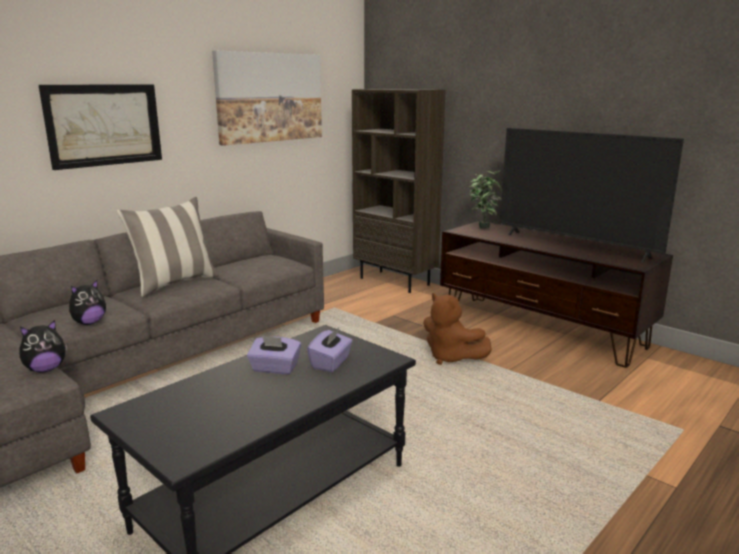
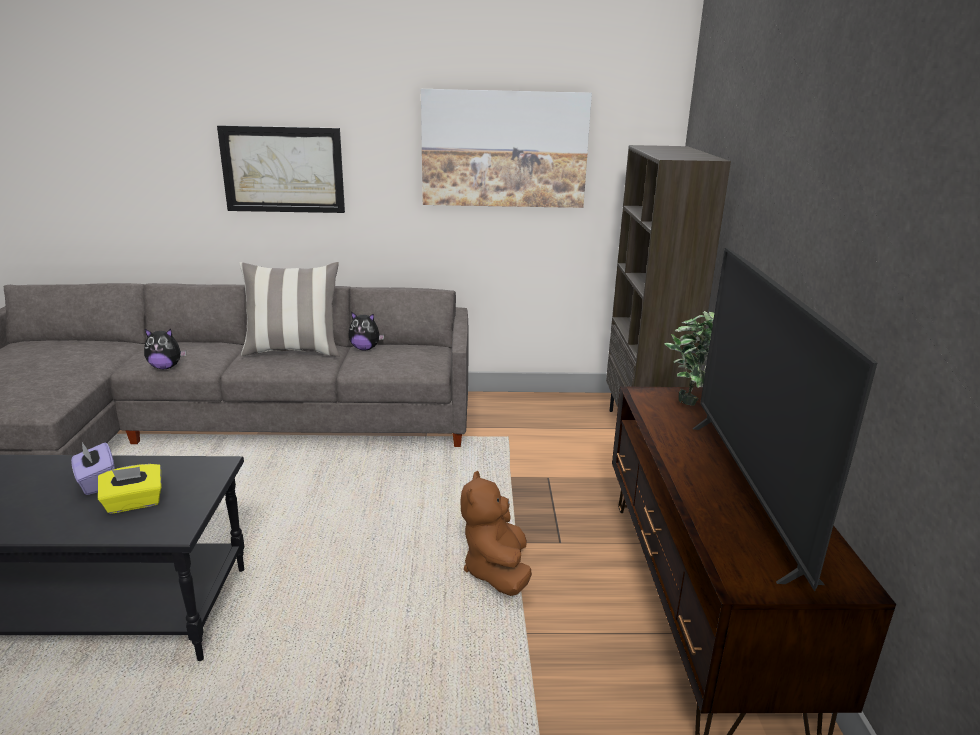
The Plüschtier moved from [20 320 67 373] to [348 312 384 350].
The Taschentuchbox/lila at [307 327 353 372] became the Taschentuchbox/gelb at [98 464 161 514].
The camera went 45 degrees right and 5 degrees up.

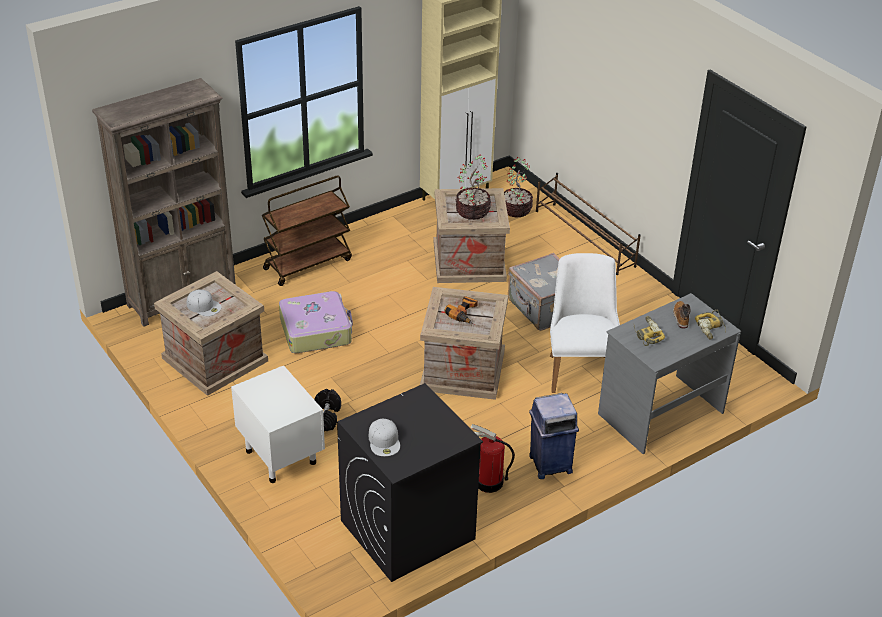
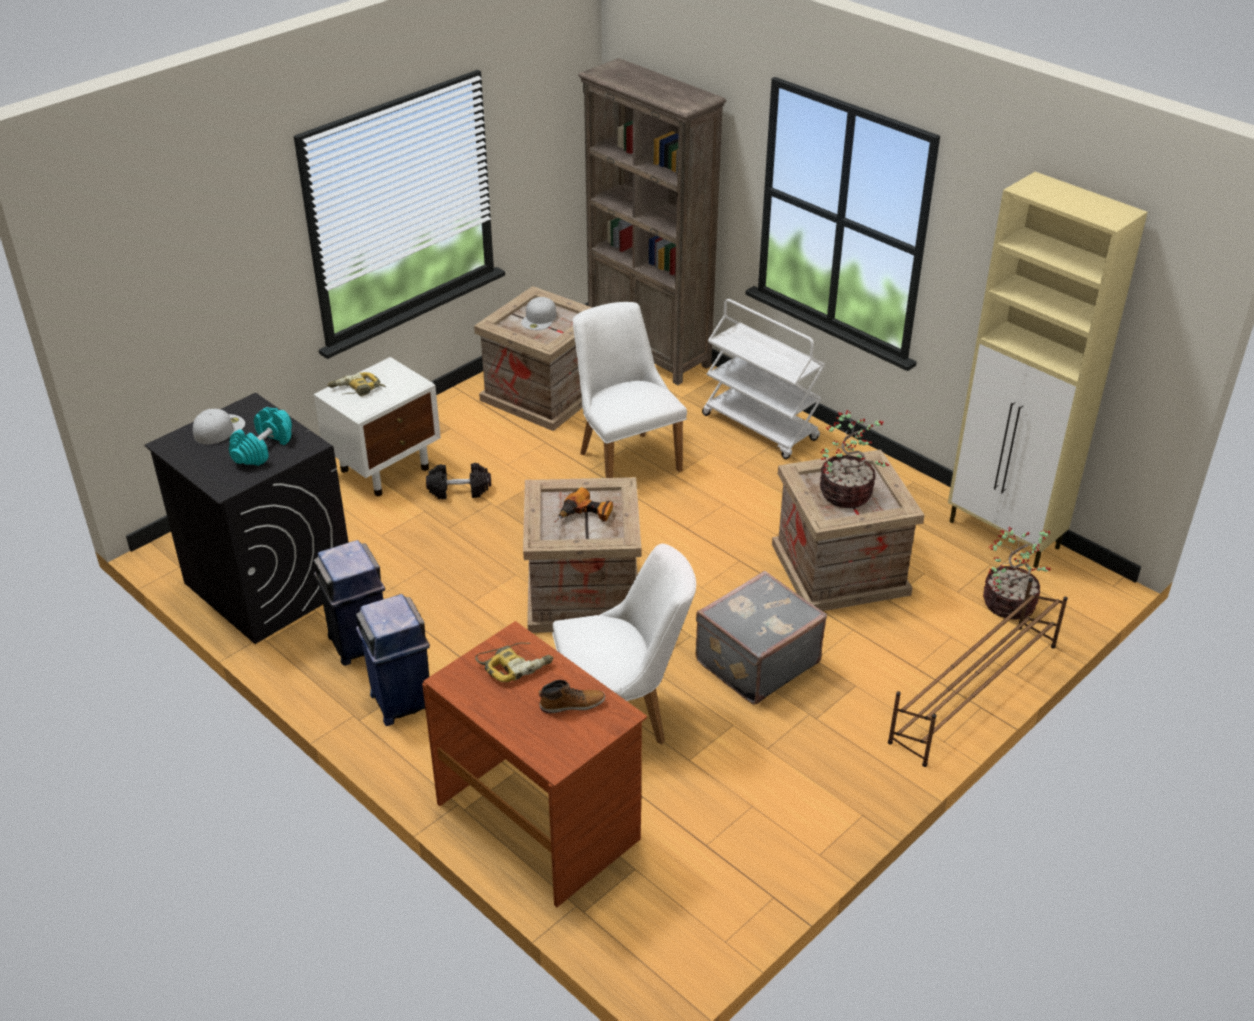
The Rollwagen/braun at [262 175 352 286] became the Rollwagen/weiß at [702 299 825 459].
The Koffer at [279 291 353 353] was replaced by the Stuhl/weiß at [573 302 687 478].
The Schreibtisch/grau at [598 293 741 454] became the Schreibtisch/braun at [422 621 647 907].
The Bohrmaschine moved from [695 310 726 340] to [328 372 386 396].
The Kappe/weiß at [369 419 400 456] turned 150 degrees clockwise.
The Feuerlöscher at [470 424 515 493] was replaced by the Mülleimer/blau at [314 540 385 666].
The Hantel/türkis at [229 407 292 466] appeared.
The camera went 80 degrees right and 0 degrees up.

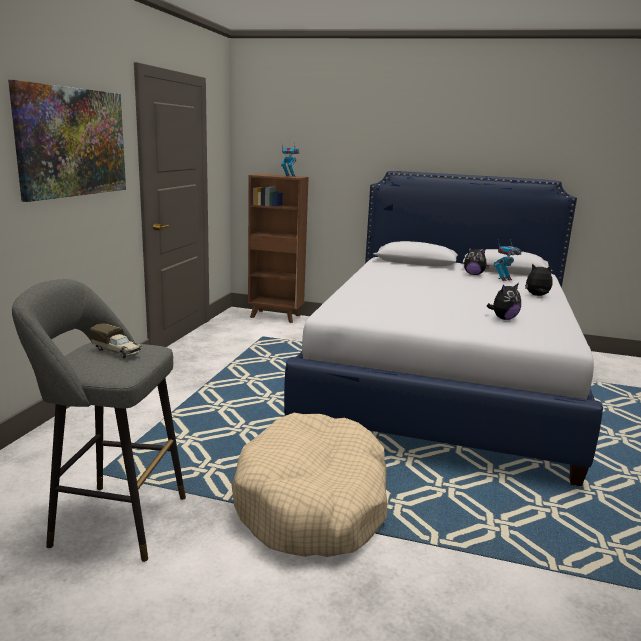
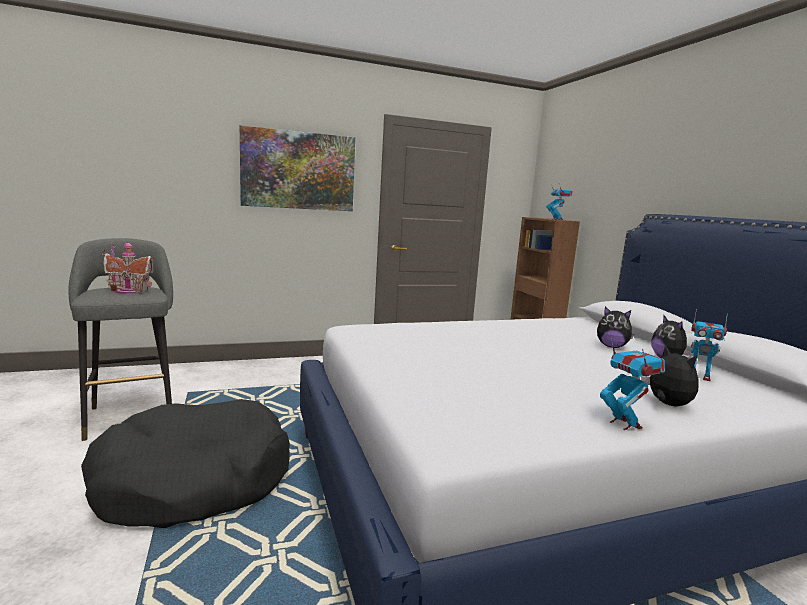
The Plüschtier moved from [487 283 521 320] to [597 307 634 348].
The Spielzeuglaster at [90 324 142 358] was replaced by the Spielzeughaus at [102 240 155 294].
The Hundebett/beige at [232 413 387 557] became the Hundebett/schwarz at [81 399 290 528].
The Spielzeugroboter at [600 338 665 430] appeared.
The camera went 55 degrees right and 5 degrees down.

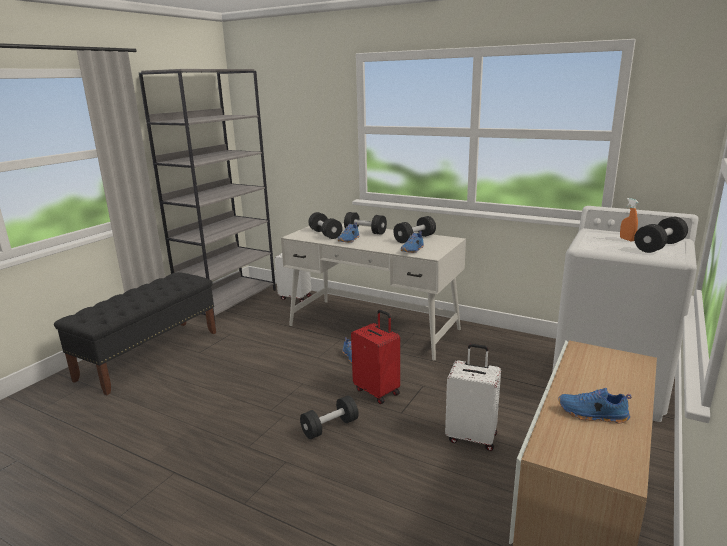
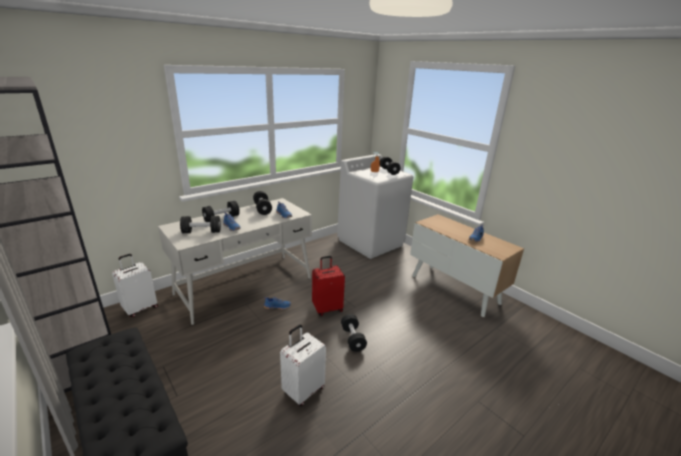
The Koffer/weiß moved from [445 344 501 451] to [280 324 326 406].
The camera went 70 degrees left and 5 degrees up.

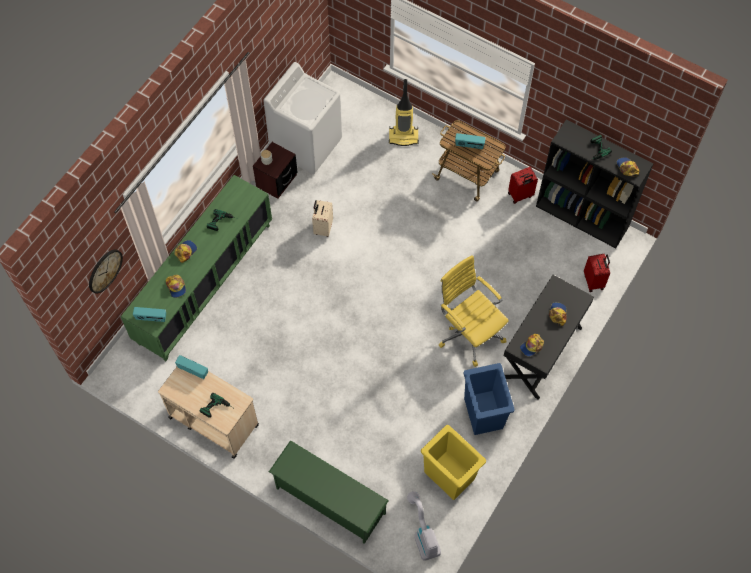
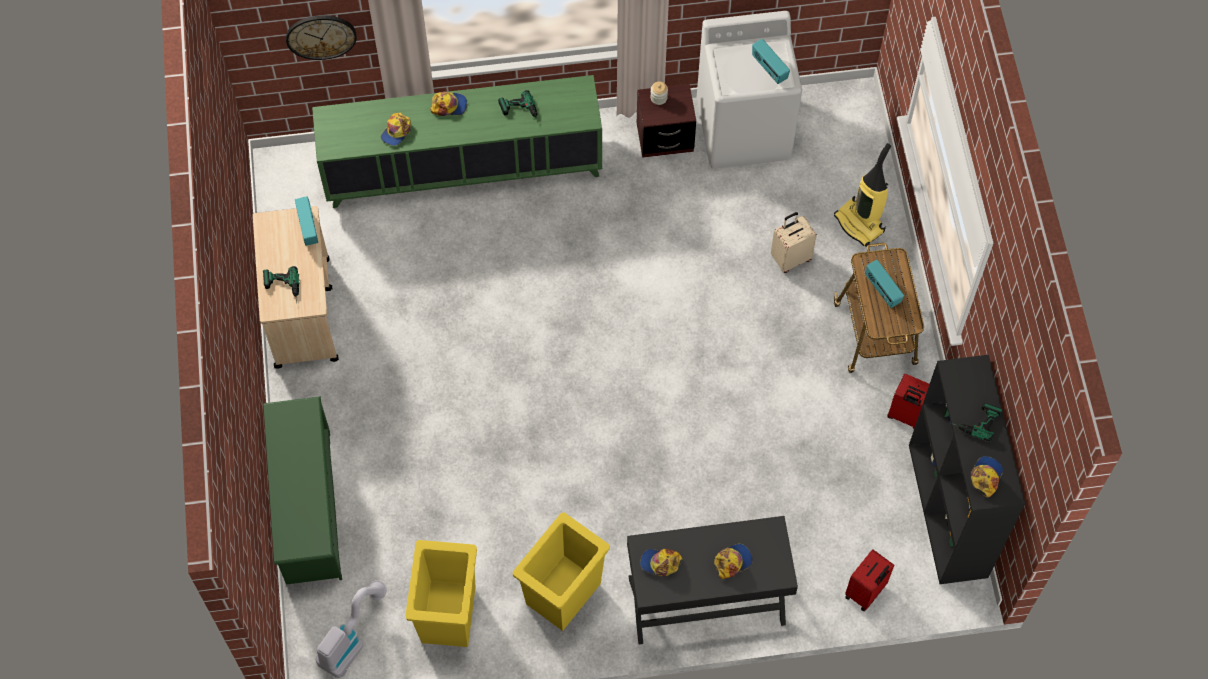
The Koffer/beige moved from [312 200 333 237] to [771 212 817 273].
The Bürostuhl/gelb at [438 255 509 367] disappeared.
The Radio moved from [133 307 166 322] to [752 39 790 84].
The Mülleimer/blau at [464 363 515 435] became the Mülleimer/gelb at [513 512 610 631].
The camera went 50 degrees right and 0 degrees up.

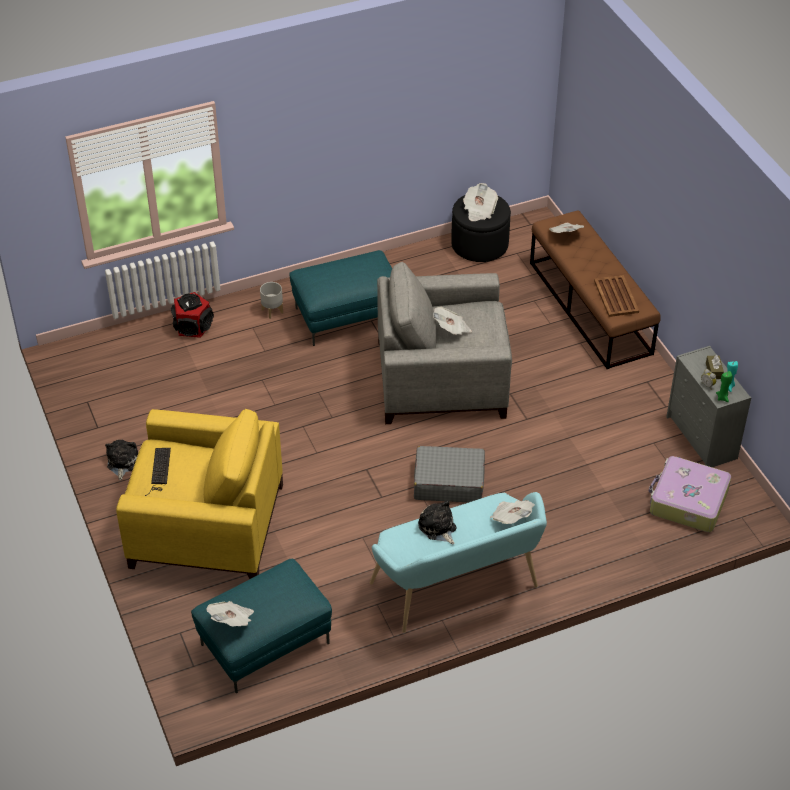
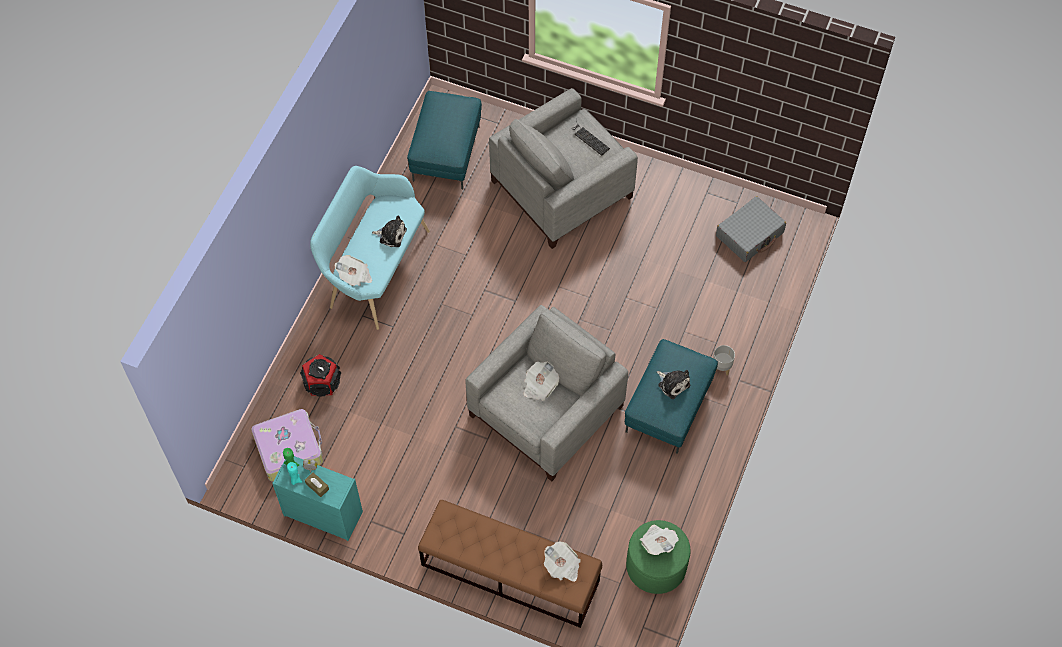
The Polsterhocker/schwarz at [451 195 511 262] became the Polsterhocker/grün at [626 520 690 594].
The Tablett/braun at [594 275 639 317] disappeared.
The Lautsprecher moved from [171 292 214 338] to [300 354 341 397].
The Kommode/grau at [666 346 752 467] became the Kommode/türkis at [272 456 363 541].
The Sessel/gelb at [116 409 283 579] became the Sessel/grau at [489 88 638 249].
The Plüschtier moved from [105 440 138 480] to [657 370 690 399].
The Koffer/grau moved from [414 446 485 502] to [716 196 786 262].
The Zeitung at [206 601 254 627] disappeared.
The camera went 135 degrees right and 15 degrees up.

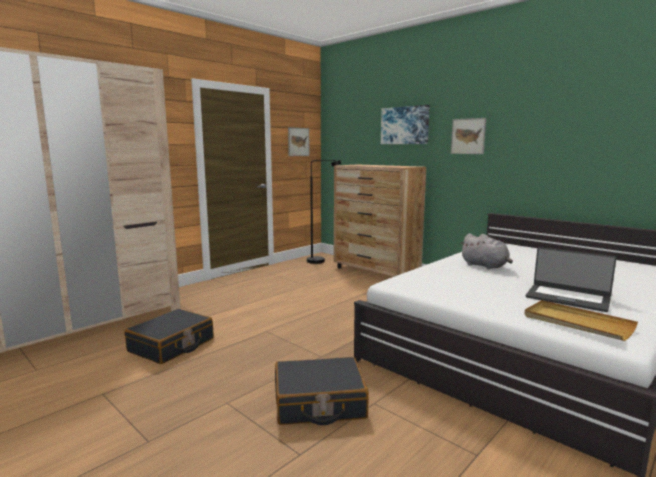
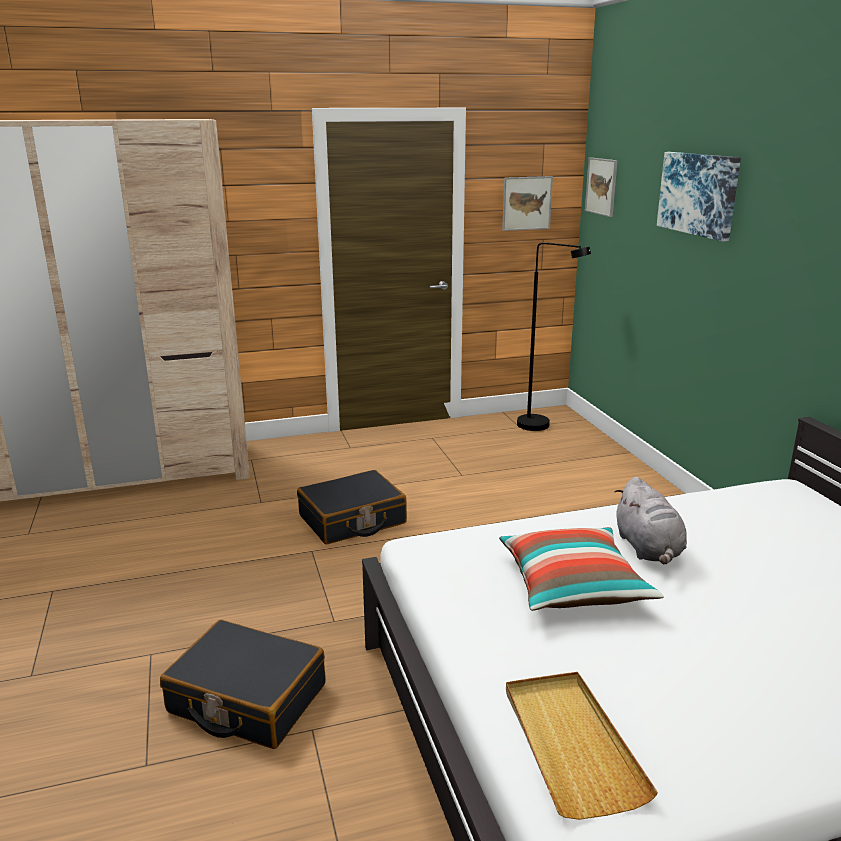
The Bild moved from [451 118 486 154] to [585 157 617 217].
The Kommode/braun at [334 165 426 277] disappeared.
The Laptop at [526 247 617 312] disappeared.
The Koffer/schwarz moved from [124 309 214 364] to [297 470 407 544].
The Kissen at [499 527 664 611] appeared.
The camera went 30 degrees right and 10 degrees up.

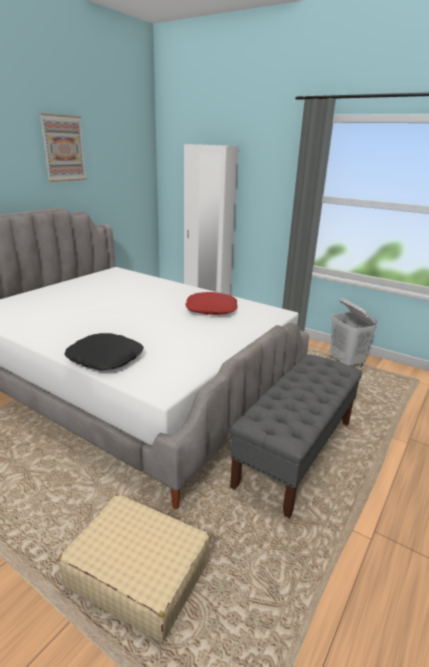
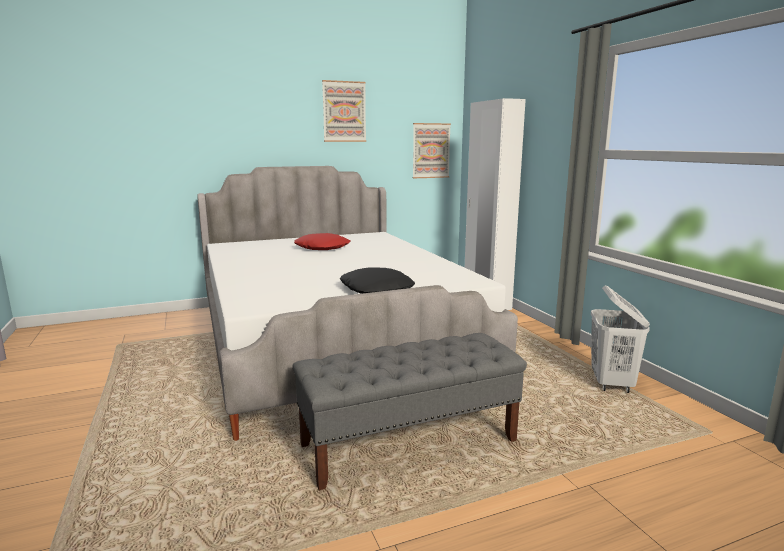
The Kissen/rot moved from [186 292 237 315] to [294 233 351 250].
The Kissen/schwarz moved from [65 333 144 370] to [340 268 415 294].
The Koffer/beige at [58 494 210 642] disappeared.
The Bild at [413 123 451 178] appeared.
The camera went 35 degrees right and 10 degrees down.

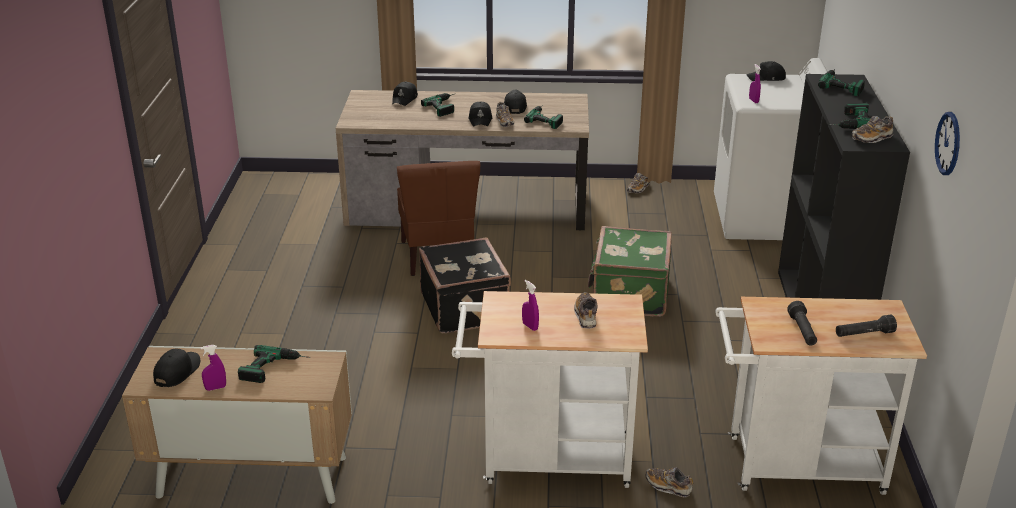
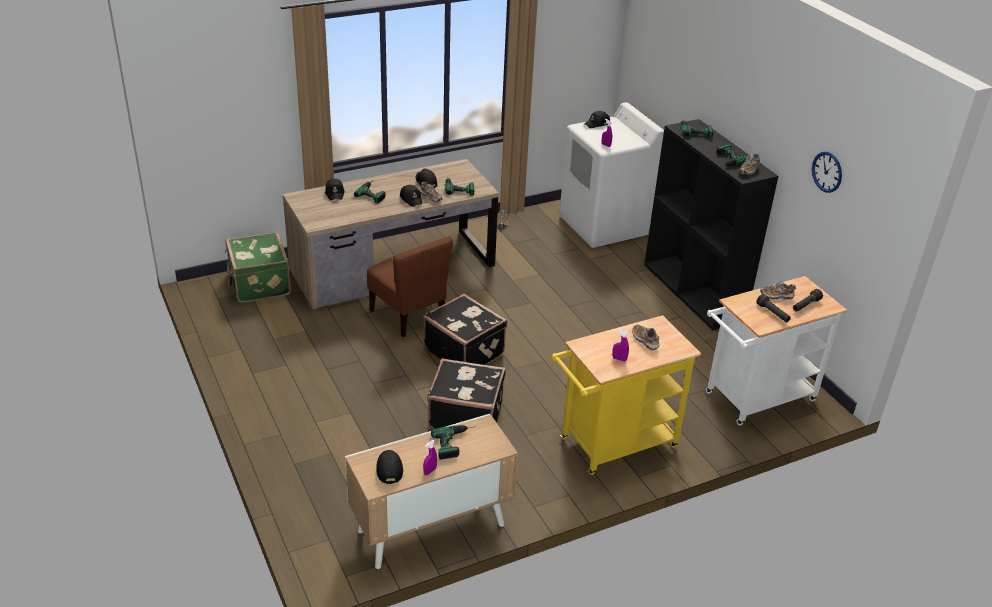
The Koffer/grün moved from [588 226 672 317] to [225 232 291 303].
The Rollwagen/weiß at [452 291 648 488] became the Rollwagen/gelb at [551 315 701 475].
The Schuh moved from [646 467 694 497] to [760 281 796 300].
The Koffer/schwarz at [427 358 506 431] appeared.
The camera went 30 degrees left and 5 degrees up.

